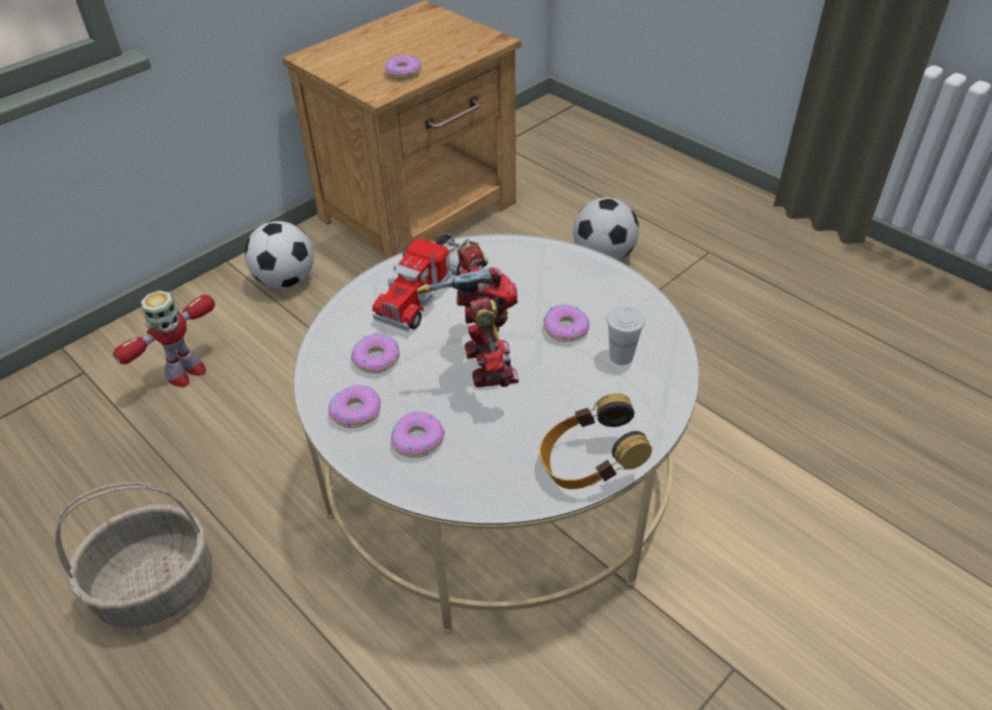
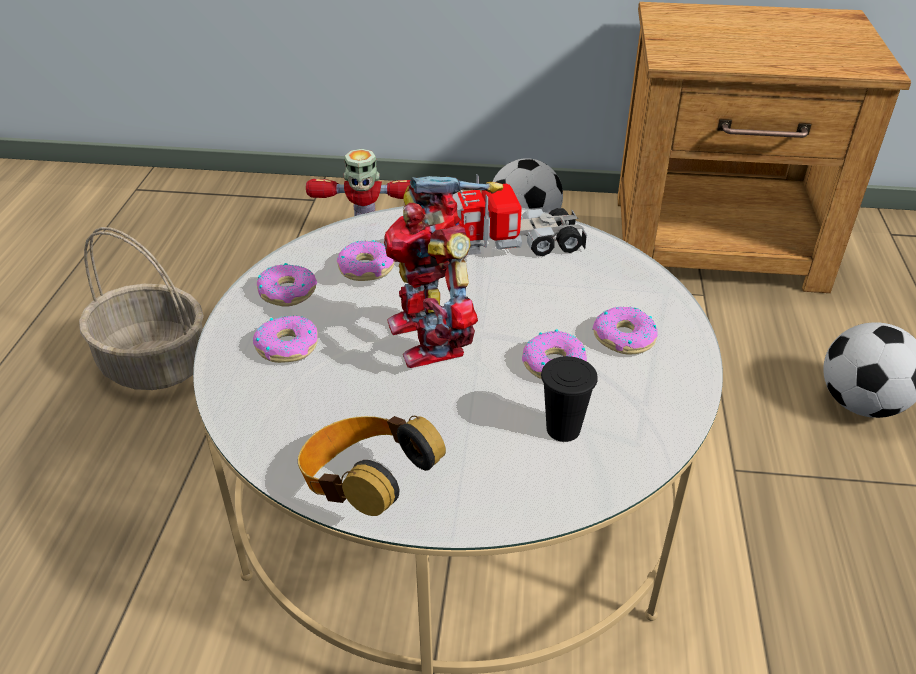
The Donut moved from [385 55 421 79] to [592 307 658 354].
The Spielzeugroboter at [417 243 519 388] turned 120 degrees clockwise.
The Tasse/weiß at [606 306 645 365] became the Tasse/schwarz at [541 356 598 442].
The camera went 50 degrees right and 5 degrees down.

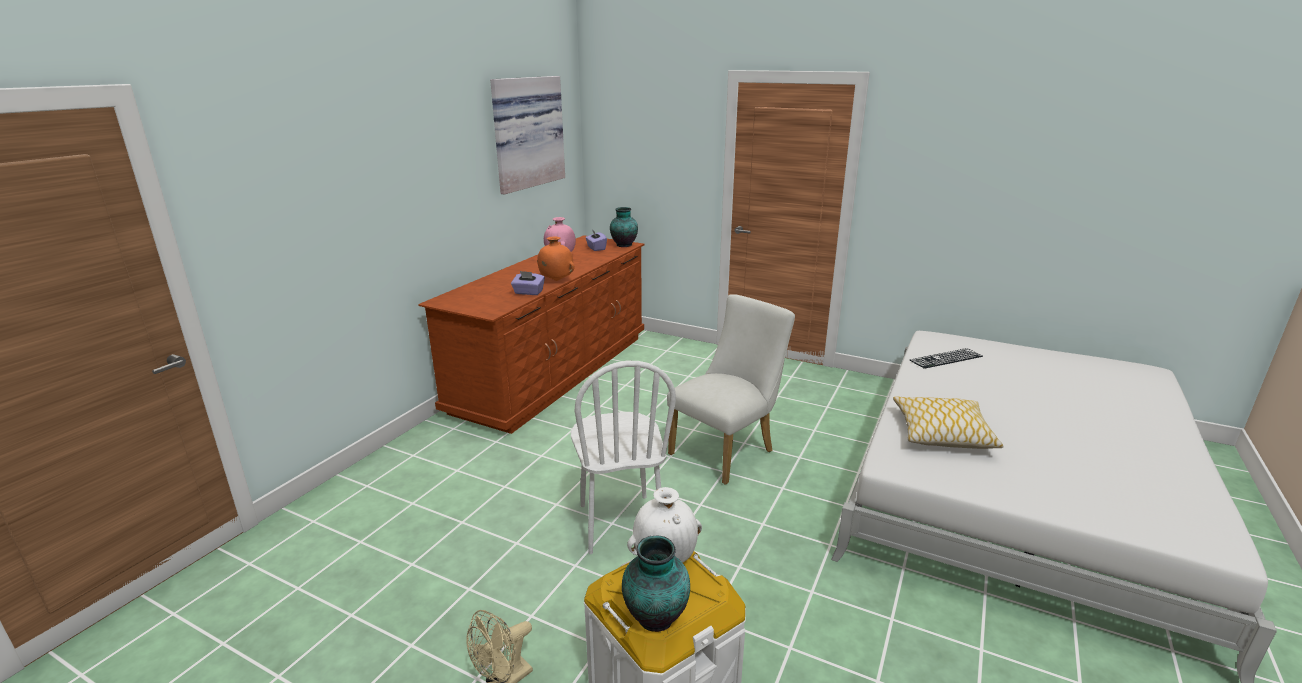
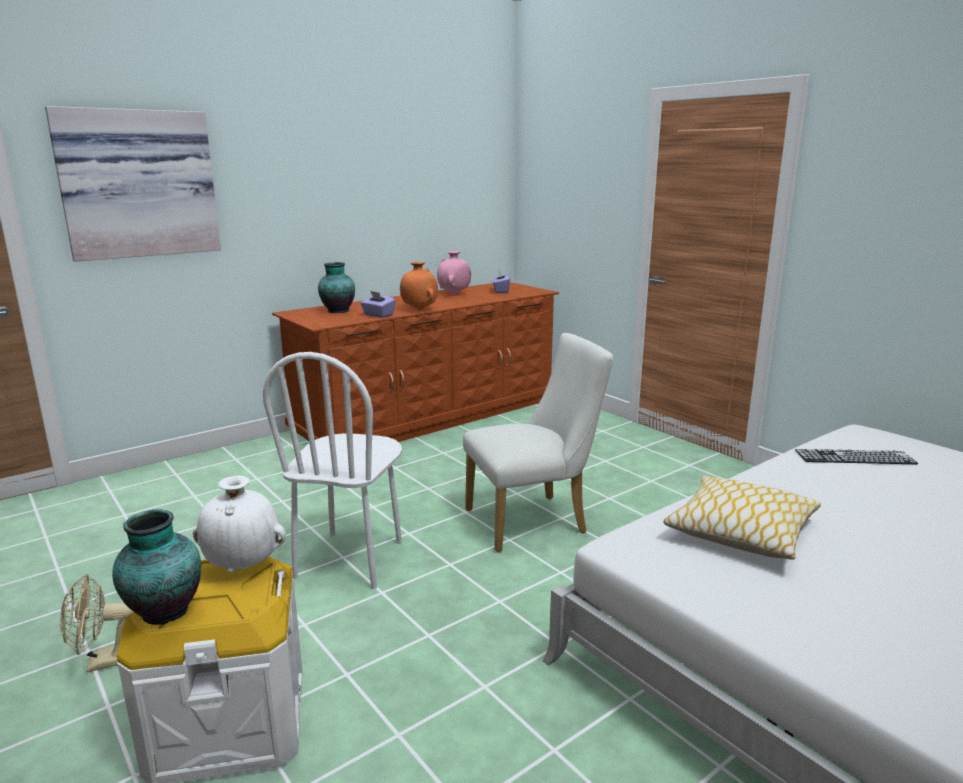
The Bild moved from [490 76 565 194] to [45 106 221 262].
The Vase moved from [610 207 638 247] to [318 262 355 313].
The camera went 25 degrees right and 5 degrees down.

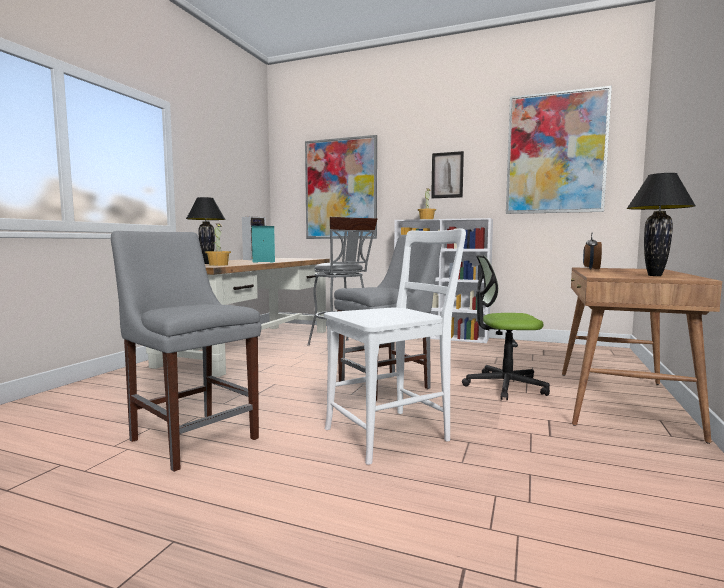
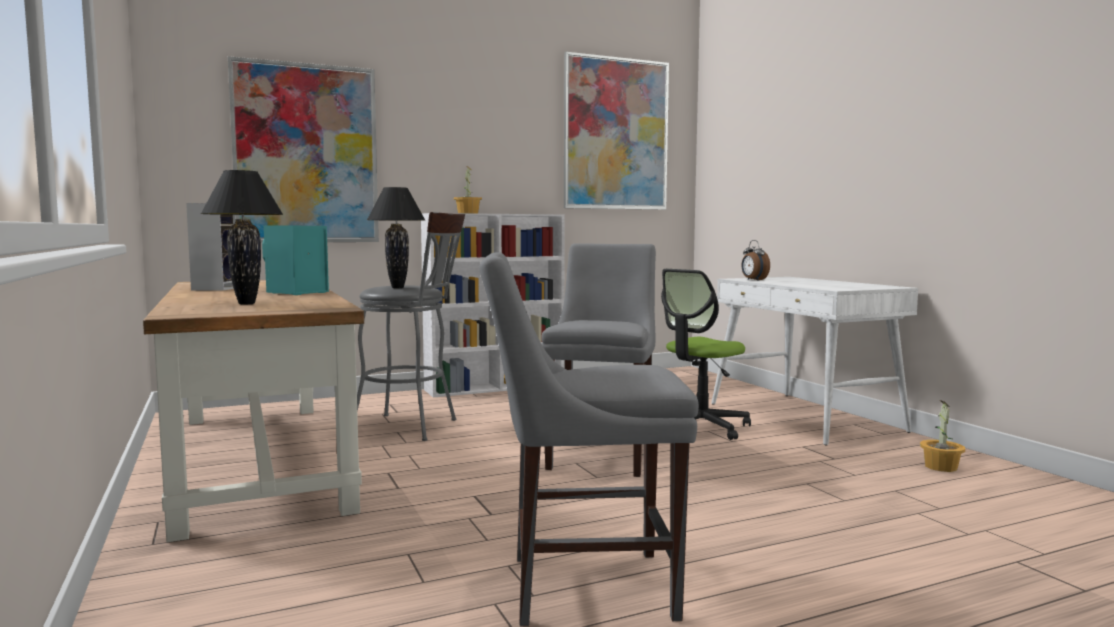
The Bild at [431 151 464 198] disappeared.
The Tischlampe/schwarz moved from [626 173 696 276] to [367 187 425 288].
The Topfpflanze moved from [205 223 231 266] to [920 400 965 472].
The Stuhl/weiß at [324 229 466 465] disappeared.
The Schreibtisch/braun at [562 267 722 444] became the Schreibtisch/weiß at [711 277 918 446].
The camera went 45 degrees left and 0 degrees up.

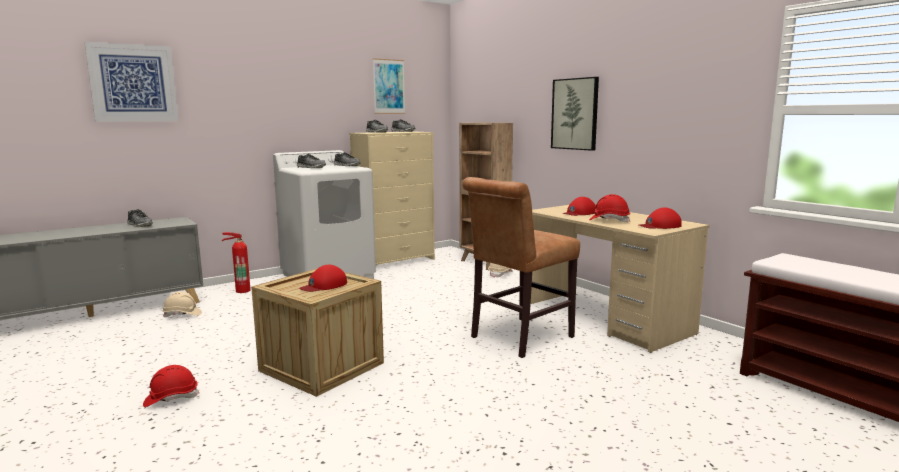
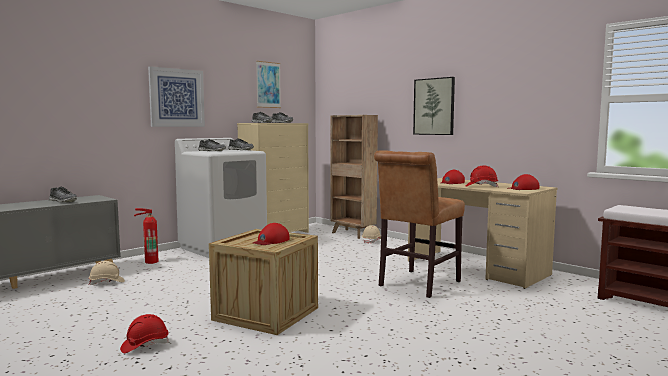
The Bild moved from [84 42 178 122] to [148 66 205 127].
The camera went 10 degrees left and 5 degrees down.

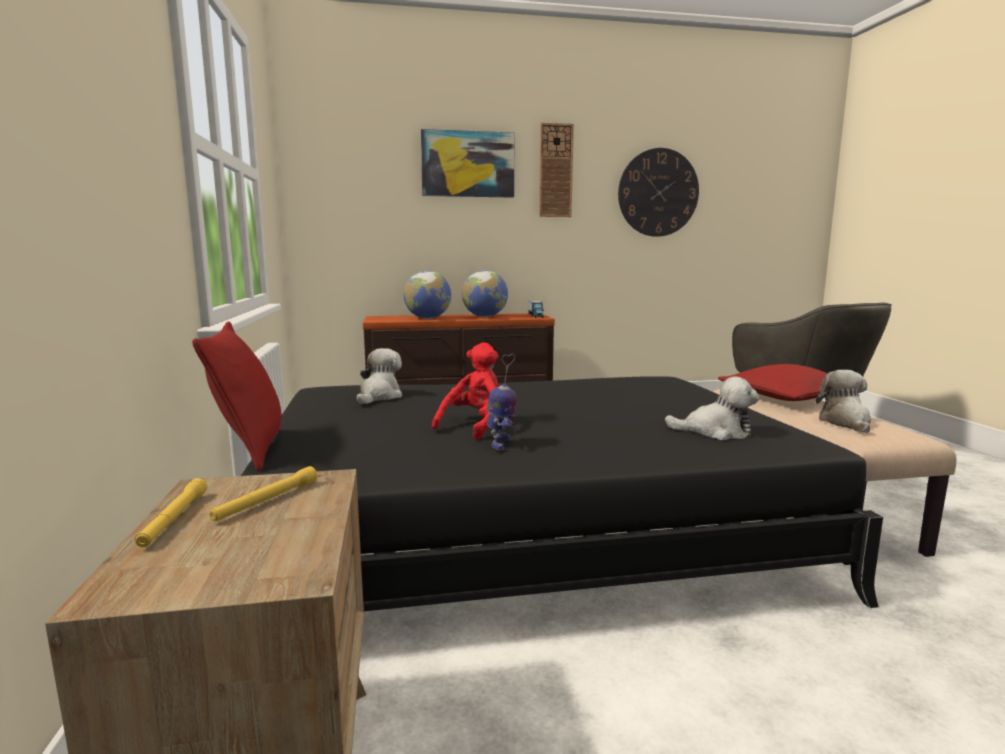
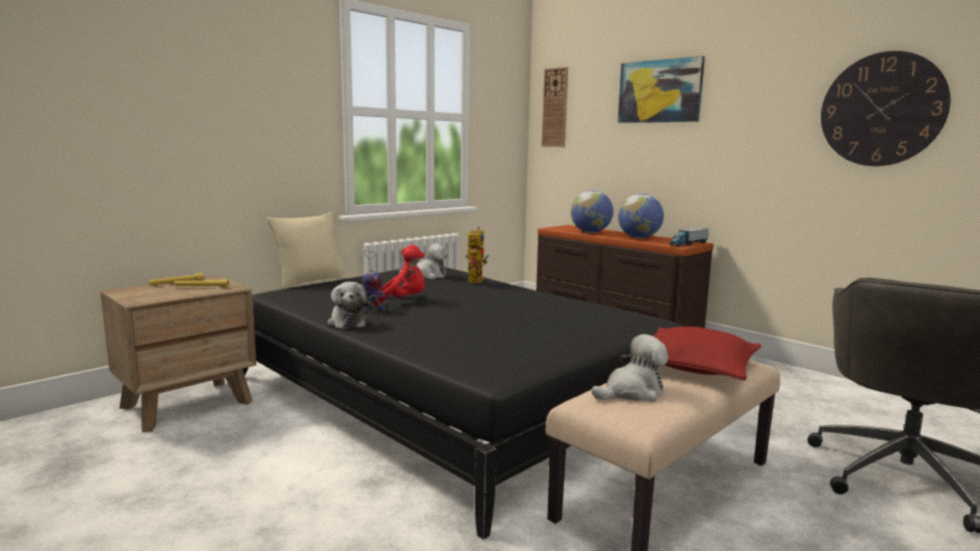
The Wanduhr moved from [539 123 574 217] to [542 67 568 147].
The Kissen/rot at [192 322 282 472] became the Kissen/beige at [267 212 348 289].
The Plüschtier moved from [665 376 759 440] to [327 282 372 329].
The Spielzeugroboter at [465 227 489 283] appeared.
The camera went 55 degrees right and 0 degrees up.

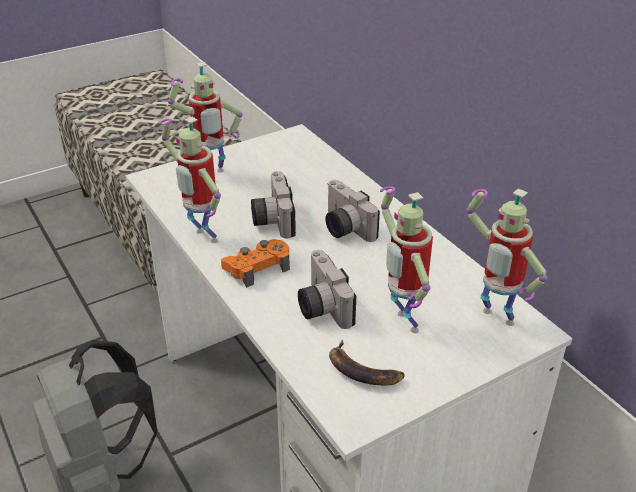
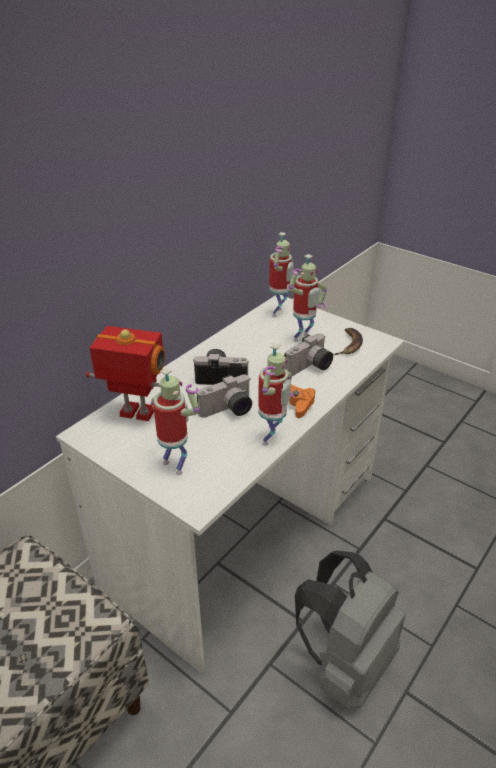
The Kamera at [326 180 380 242] turned 120 degrees counterclockwise.
The Spielzeugroboter at [86 326 165 421] appeared.
The camera went 110 degrees left and 0 degrees up.

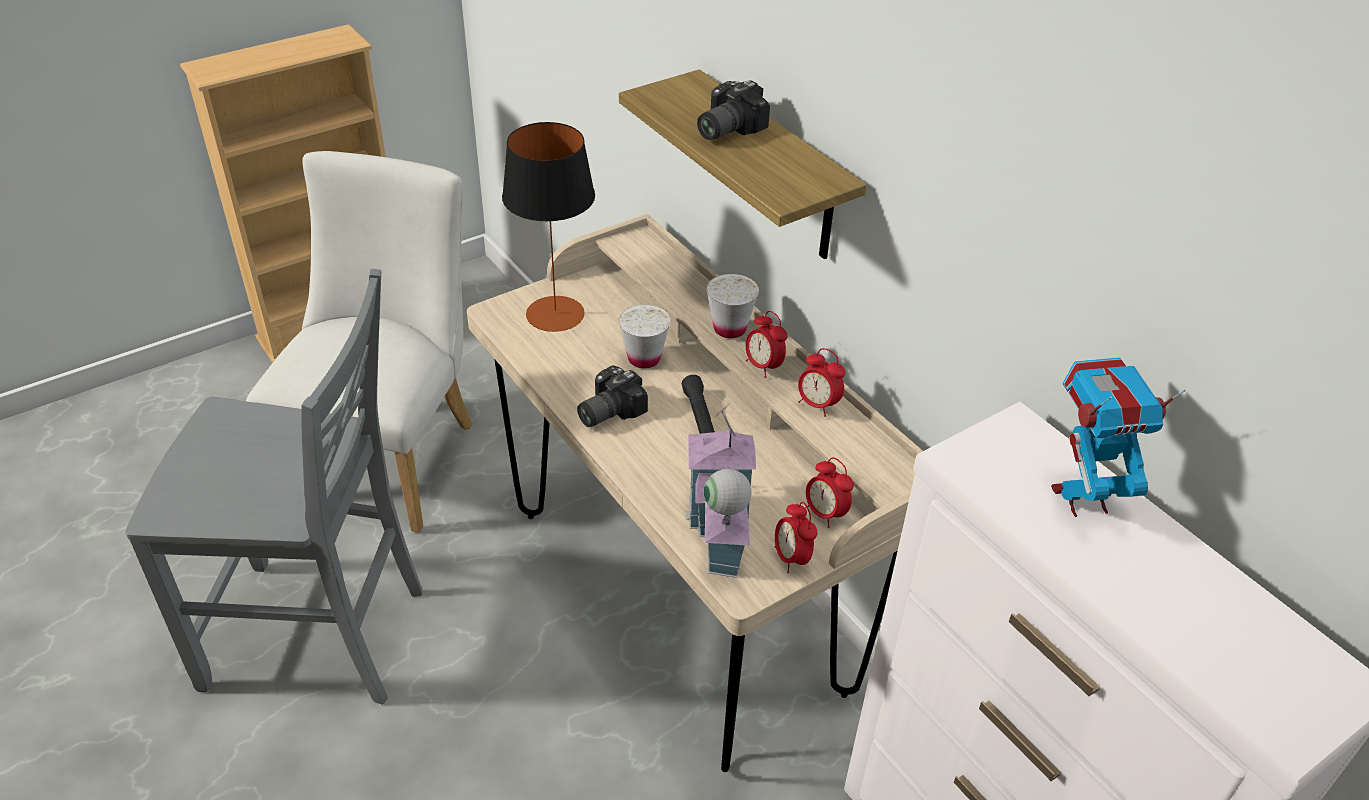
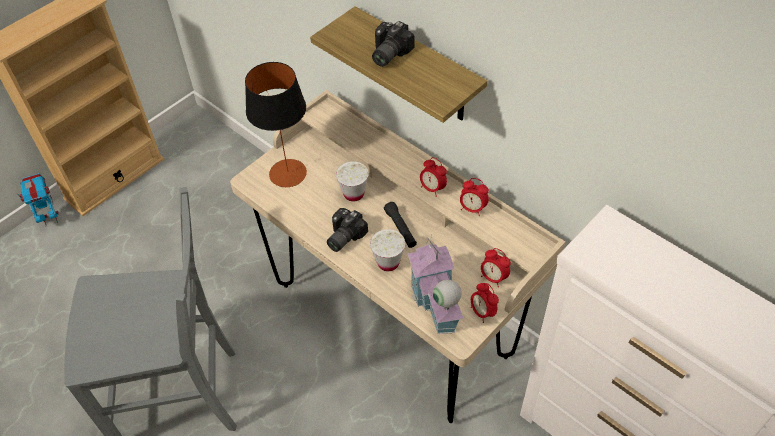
The Stuhl/weiß at [246 151 473 533] disappeared.
The Tasse/weiß moved from [706 274 759 339] to [370 229 405 271].
The Spielzeugroboter moved from [1051 358 1185 517] to [17 173 59 225].
The camera went 10 degrees left and 10 degrees up.

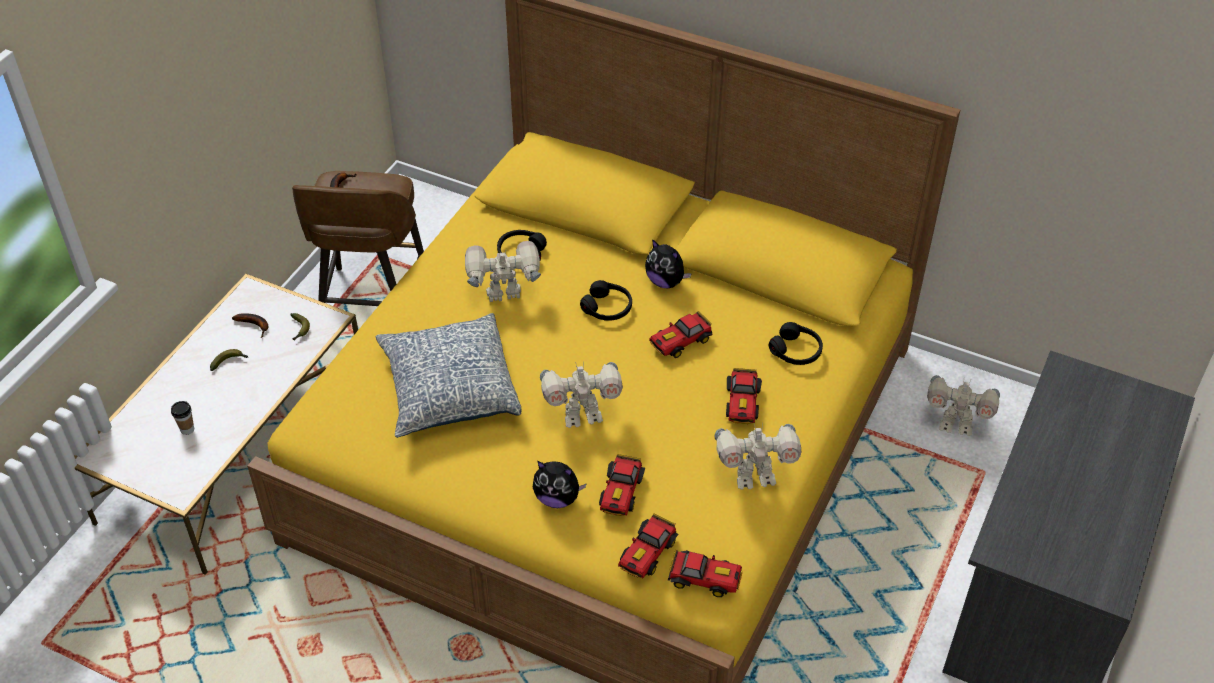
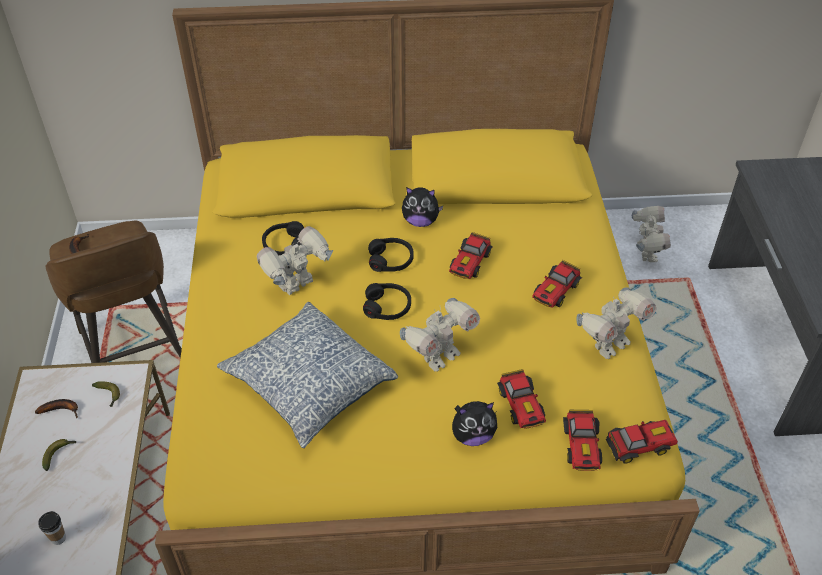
The Kopfhörer/schwarz moved from [769 322 823 365] to [363 283 411 320].
The Spielzeugauto at [726 368 762 424] turned 60 degrees clockwise.
The Spielzeugroboter at [927 375 1000 436] turned 75 degrees counterclockwise.
The camera went 30 degrees left and 0 degrees up.

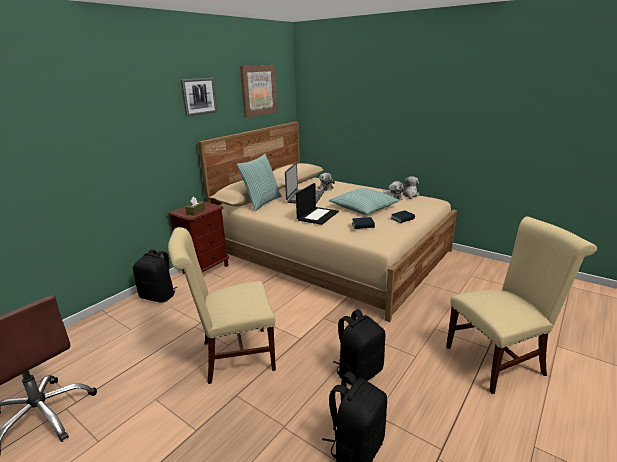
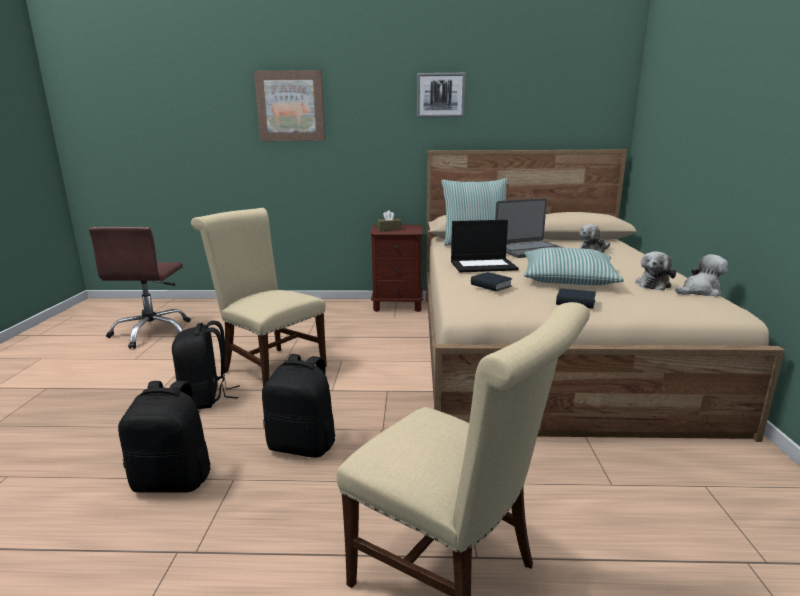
The Bild moved from [240 65 278 117] to [254 70 325 141].
The Rucksack/schwarz moved from [133 249 177 303] to [172 321 240 409].
The camera went 55 degrees right and 5 degrees down.

